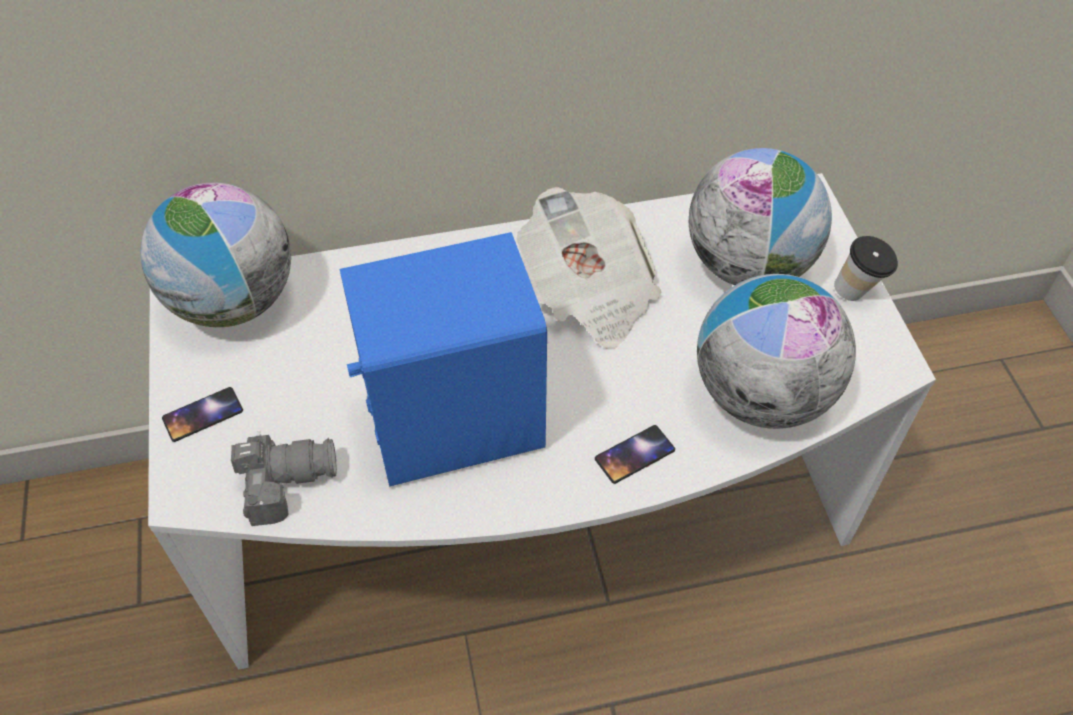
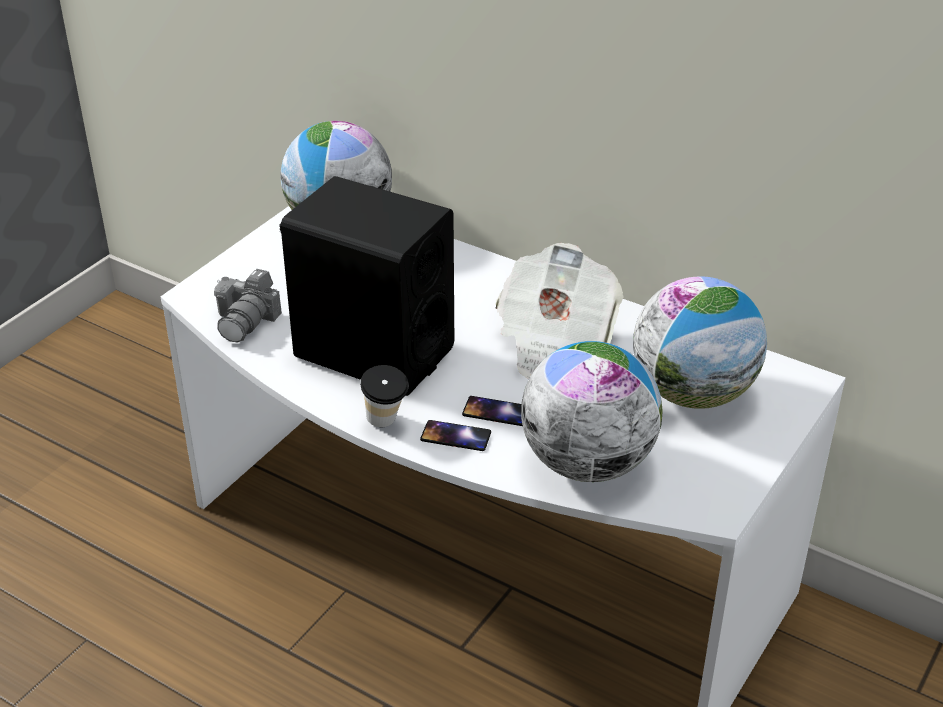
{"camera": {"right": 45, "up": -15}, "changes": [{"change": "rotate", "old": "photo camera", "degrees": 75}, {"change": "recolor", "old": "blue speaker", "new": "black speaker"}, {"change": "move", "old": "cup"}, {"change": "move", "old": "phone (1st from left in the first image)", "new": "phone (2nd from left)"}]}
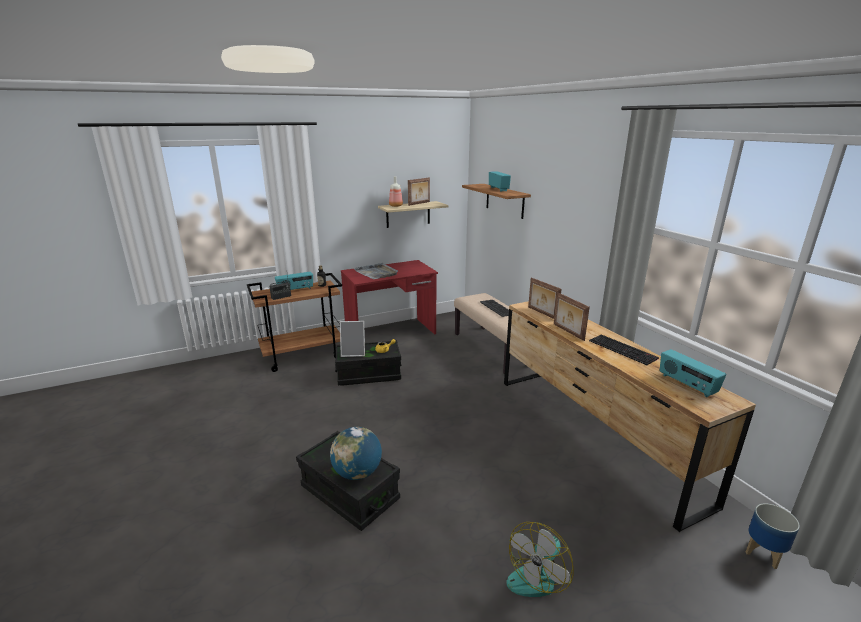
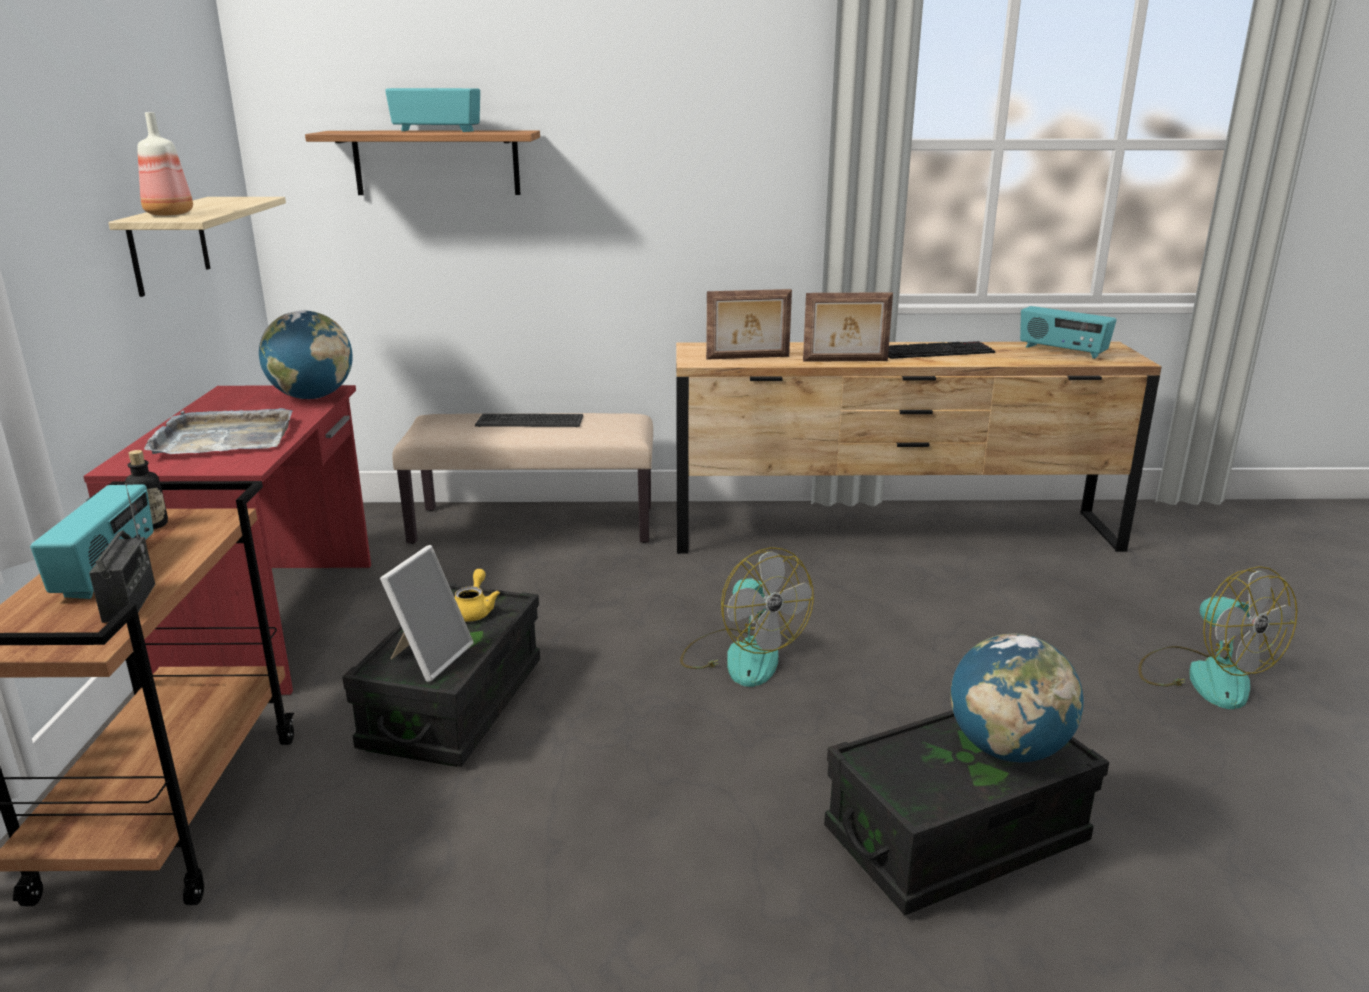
{"camera": {"right": -65, "up": 0}, "changes": [{"change": "insert", "new": "globe (1st from left)"}, {"change": "insert", "new": "fan (1st from left)"}, {"change": "rotate", "old": "radio (4th from left)", "degrees": 45}, {"change": "delete", "old": "picture frame (2nd from left)"}, {"change": "delete", "old": "planter"}]}
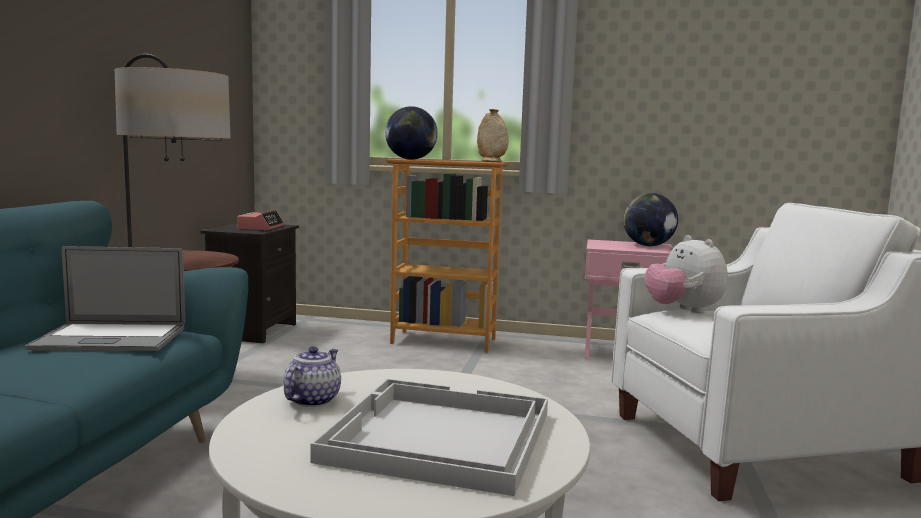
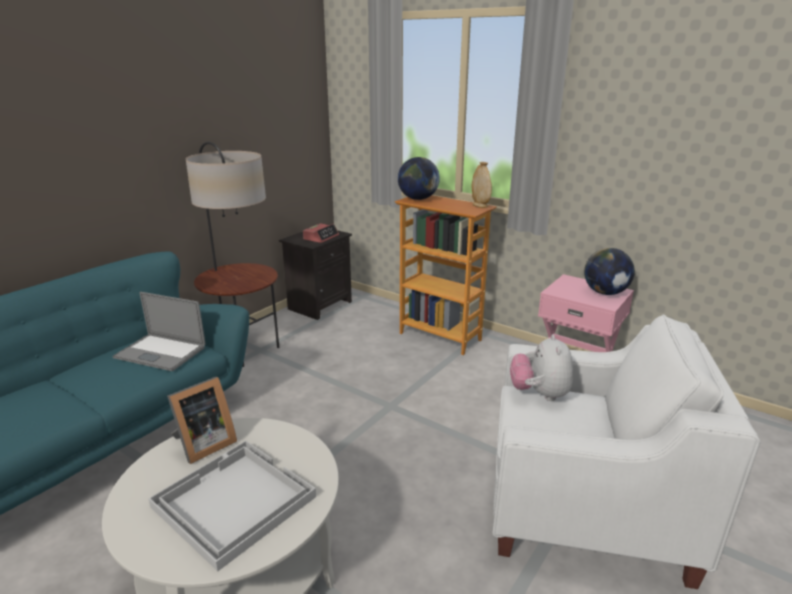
{"camera": {"right": 25, "up": 15}, "changes": [{"change": "replace", "old": "teapot", "new": "picture frame"}]}
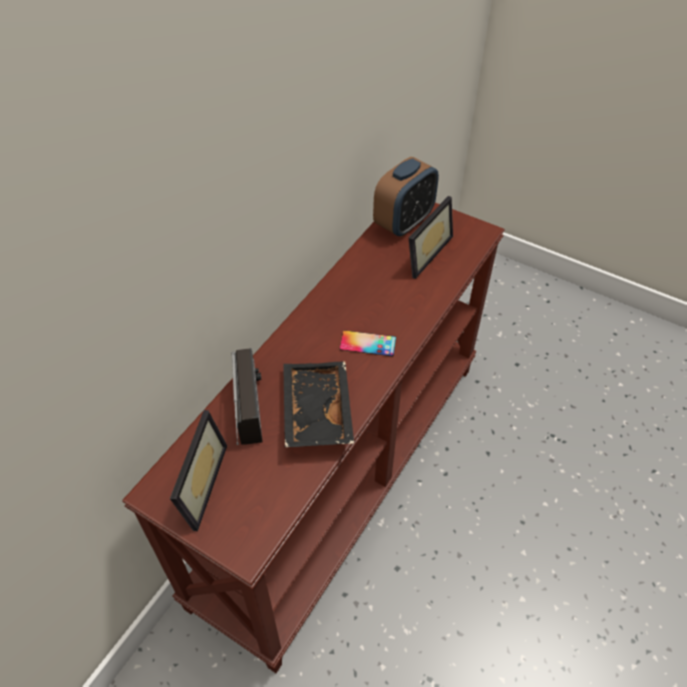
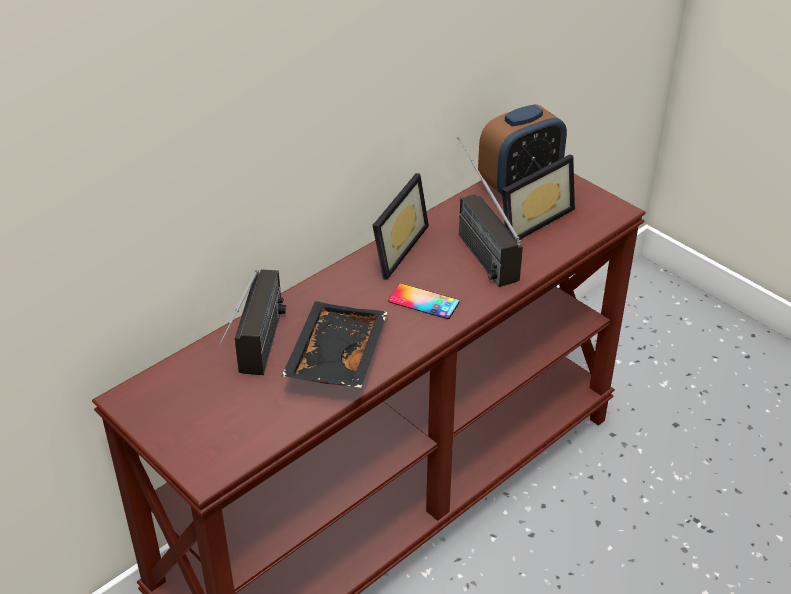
{"camera": {"right": 15, "up": -10}, "changes": [{"change": "move", "old": "picture frame (1st from left)"}, {"change": "insert", "new": "radio (2nd from left)"}]}
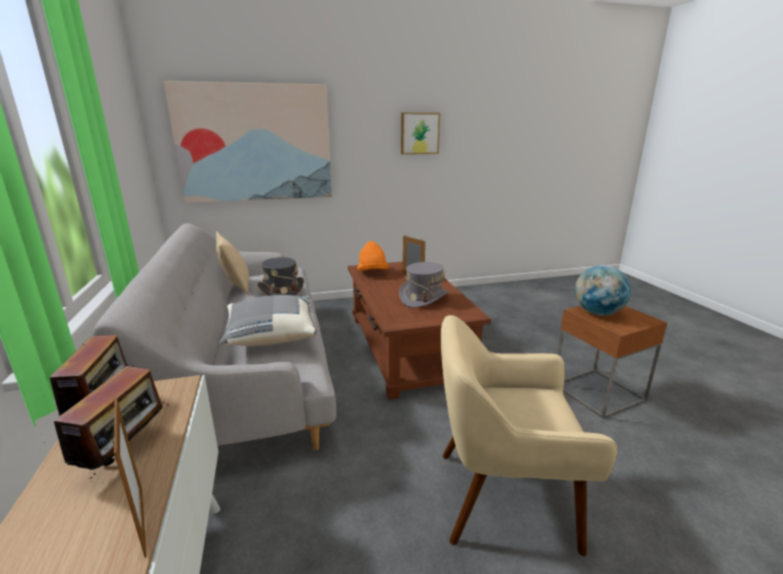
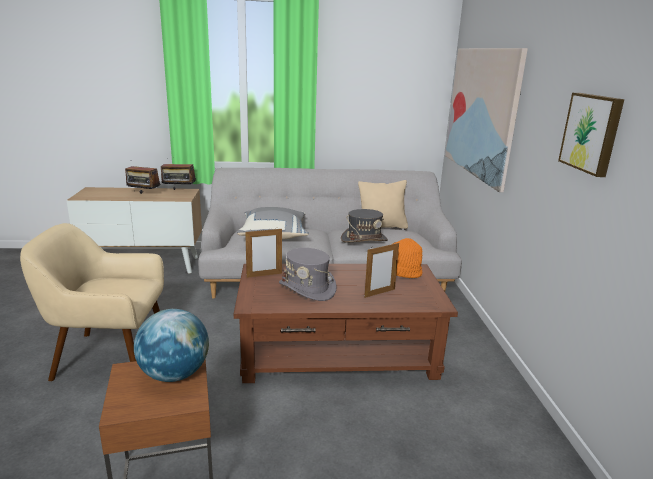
{"camera": {"right": 100, "up": 0}, "changes": [{"change": "rotate", "old": "beige armchair", "degrees": -105}, {"change": "move", "old": "picture frame (1st from left)"}]}
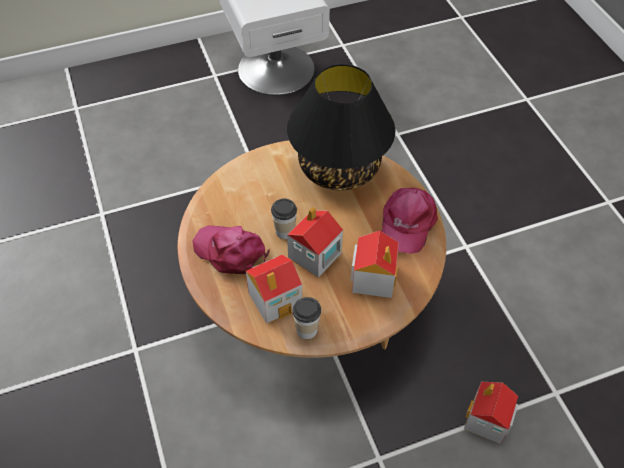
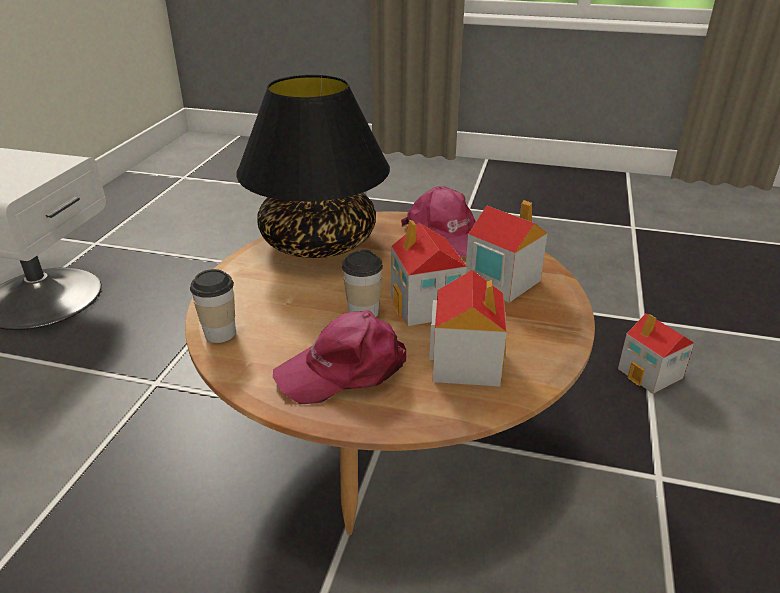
{"camera": {"right": -55, "up": -20}, "changes": [{"change": "move", "old": "cup (2nd from left in the first image)", "new": "cup (1st from left)"}]}
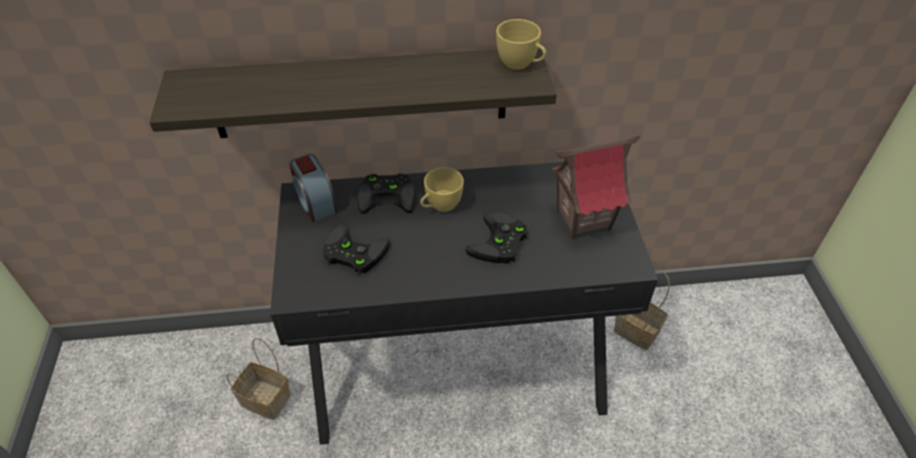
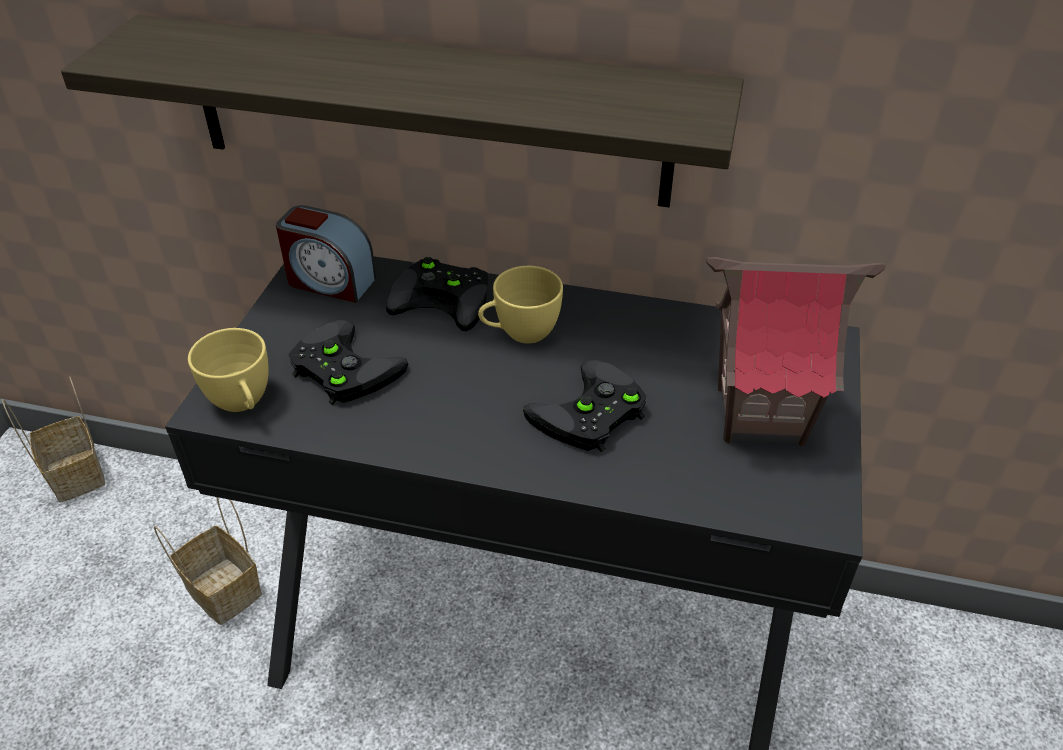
{"camera": {"right": 20, "up": -5}, "changes": [{"change": "move", "old": "basket (2nd from left in the first image)", "new": "basket (1st from left)"}, {"change": "move", "old": "yellow cup (2nd from left in the first image)", "new": "yellow cup (1st from left)"}, {"change": "rotate", "old": "alarm clock", "degrees": -60}]}
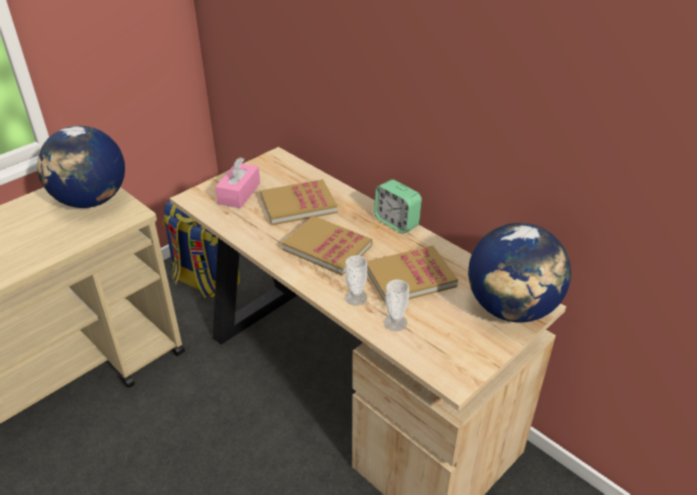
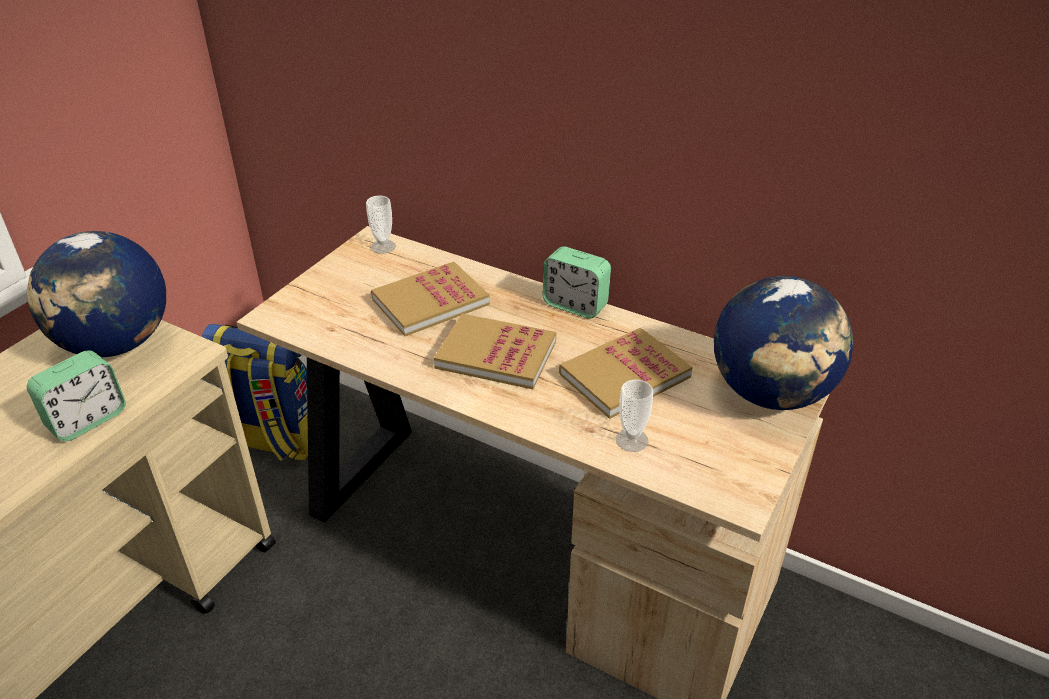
{"camera": {"right": -15, "up": 0}, "changes": [{"change": "insert", "new": "alarm clock (1st from left)"}, {"change": "move", "old": "cup (1st from left)"}, {"change": "delete", "old": "pink tissue box"}]}
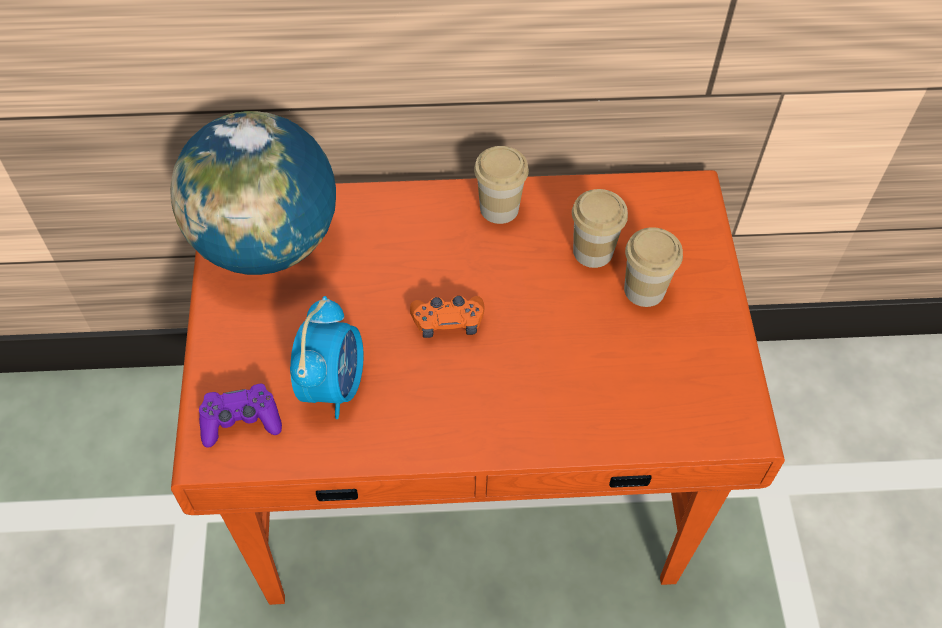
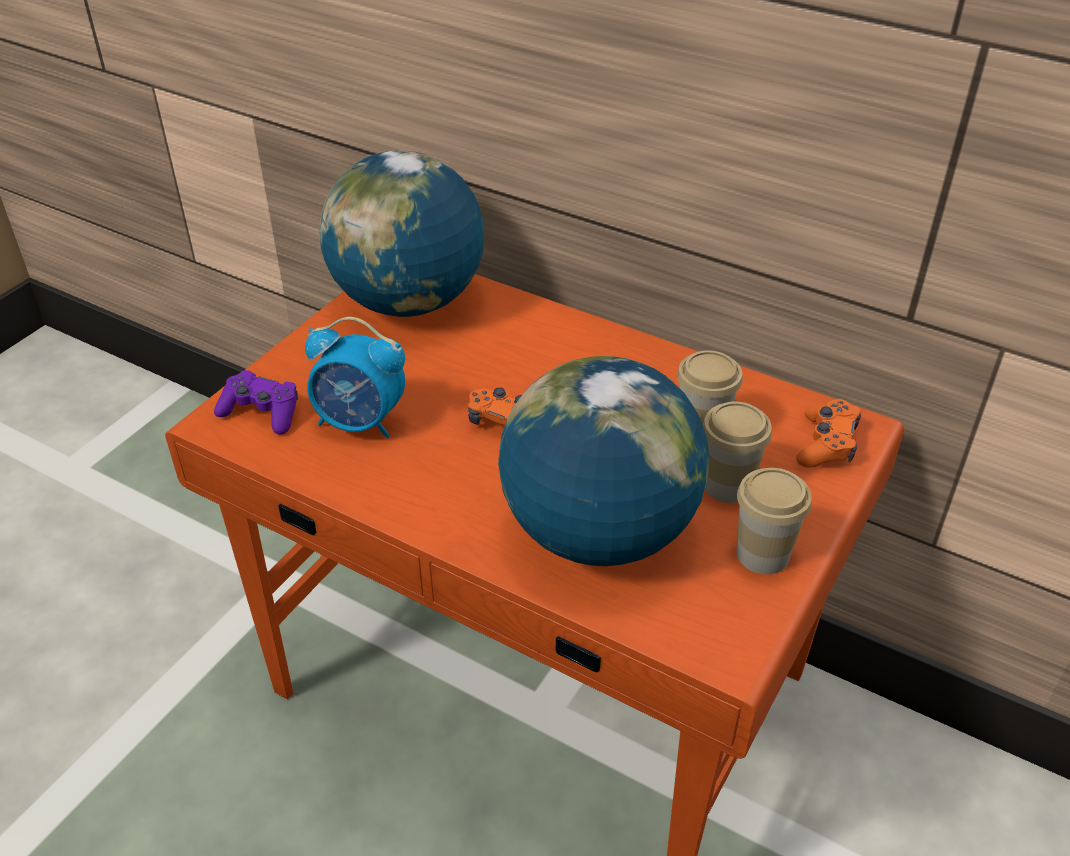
{"camera": {"right": 35, "up": -15}, "changes": [{"change": "rotate", "old": "alarm clock", "degrees": 60}, {"change": "insert", "new": "globe (2nd from left)"}, {"change": "move", "old": "cup (1st from left in the first image)", "new": "cup (3rd from left)"}, {"change": "insert", "new": "orange game controller (2nd from left)"}]}
